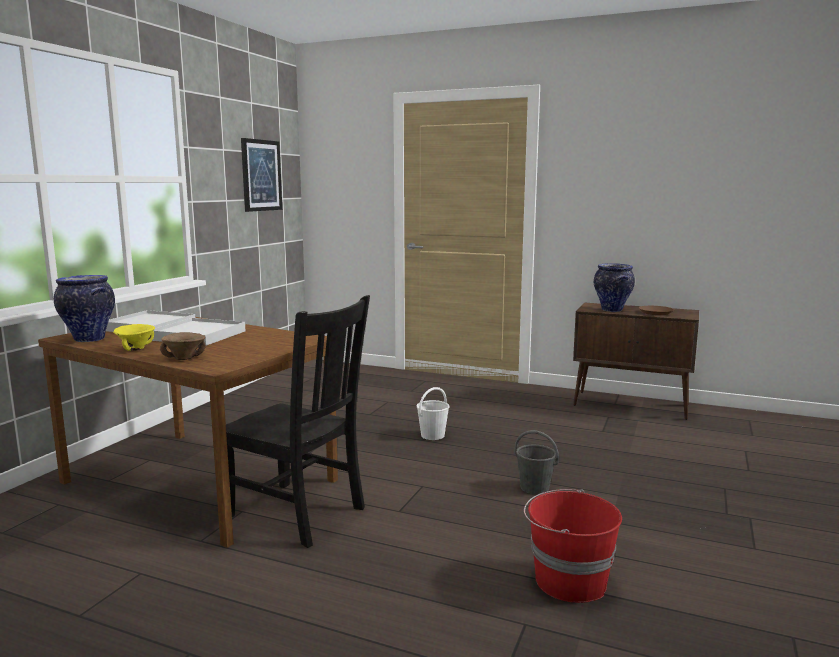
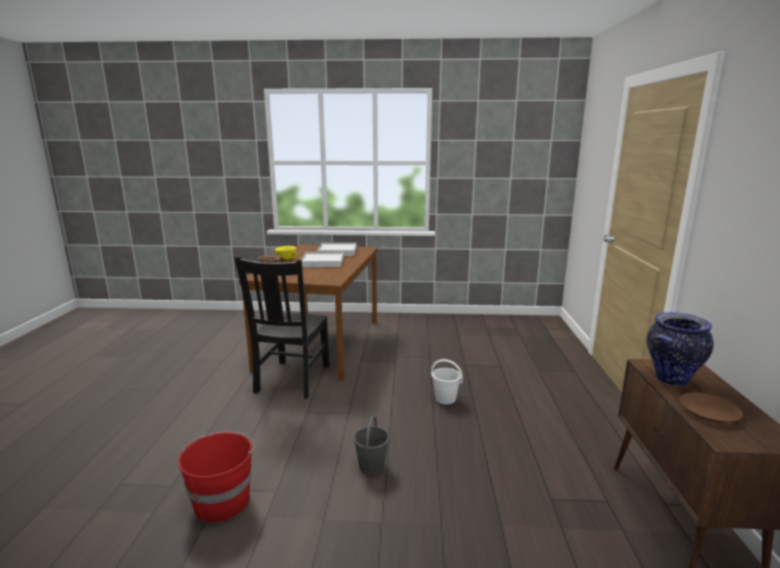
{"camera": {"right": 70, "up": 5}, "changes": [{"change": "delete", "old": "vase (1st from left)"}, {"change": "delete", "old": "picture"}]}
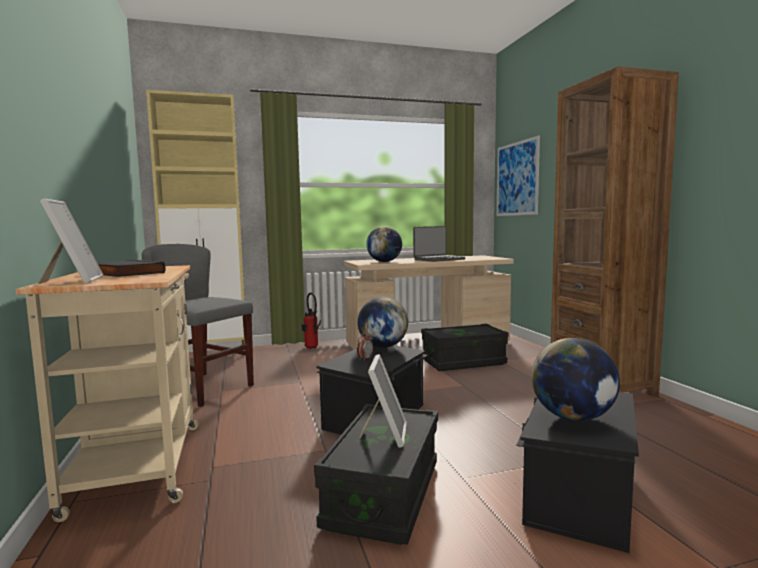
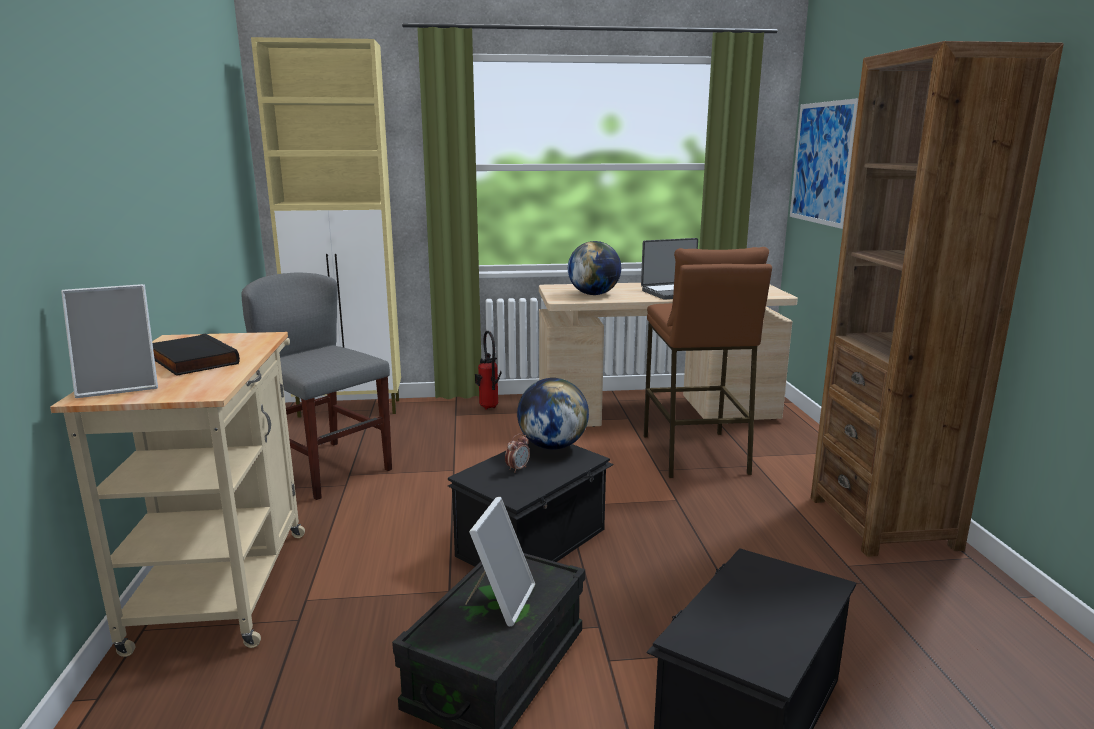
{"camera": {"right": 10, "up": 10}, "changes": [{"change": "rotate", "old": "picture frame (1st from left)", "degrees": 75}, {"change": "replace", "old": "black storage box (3rd from left)", "new": "brown stool"}, {"change": "delete", "old": "globe (3rd from left)"}]}
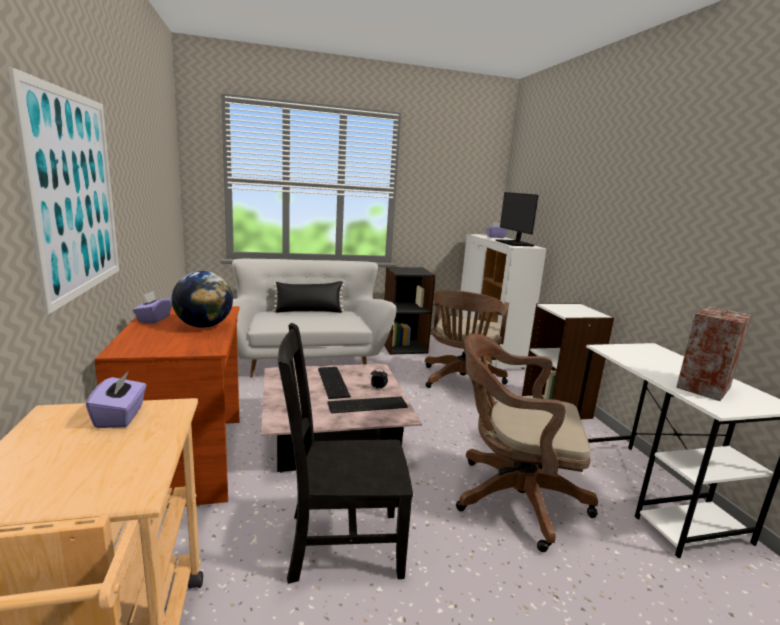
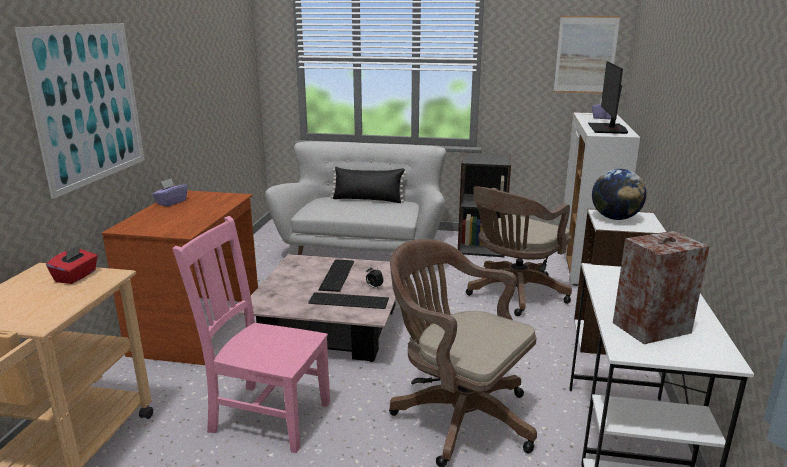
{"camera": {"right": 25, "up": 5}, "changes": [{"change": "recolor", "old": "purple tissue box (1st from left)", "new": "red tissue box"}, {"change": "recolor", "old": "black chair", "new": "pink chair"}, {"change": "insert", "new": "picture (2nd from left)"}, {"change": "move", "old": "globe"}]}
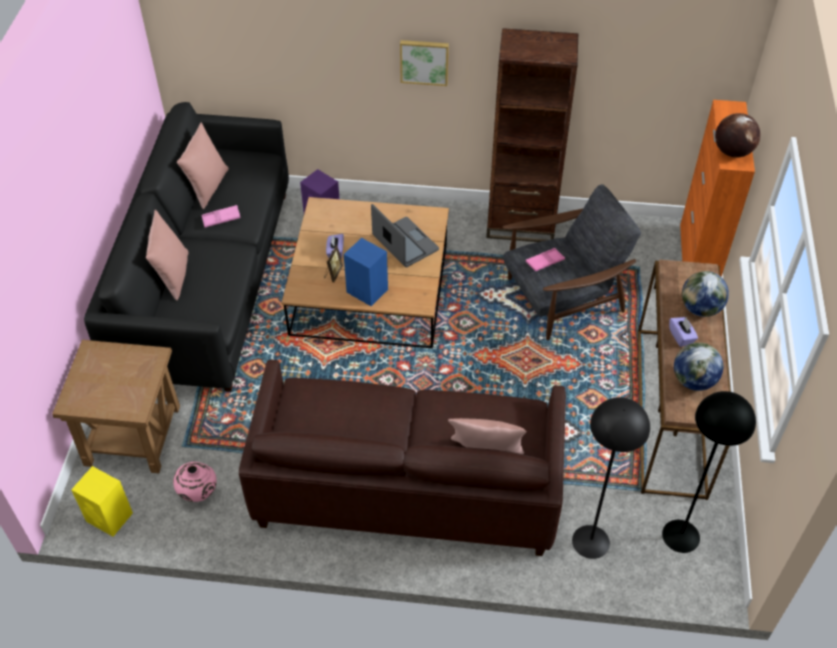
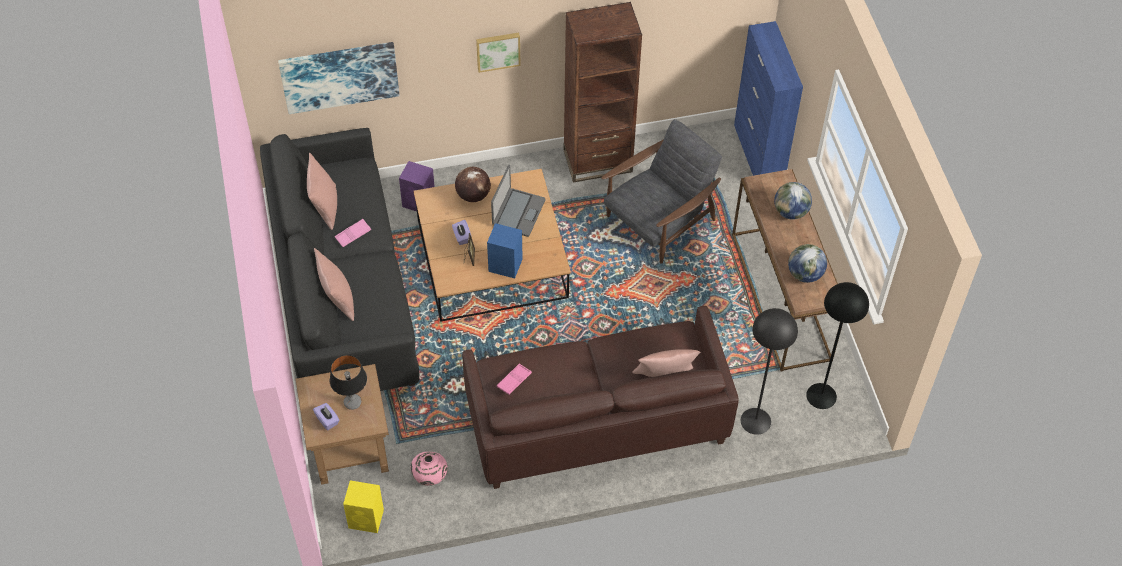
{"camera": {"right": -20, "up": 5}, "changes": [{"change": "insert", "new": "picture (1st from left)"}, {"change": "move", "old": "purple tissue box (2nd from left in the first image)", "new": "purple tissue box (1st from left)"}, {"change": "insert", "new": "table lamp"}, {"change": "move", "old": "globe (3rd from left in the first image)", "new": "globe (1st from left)"}, {"change": "rotate", "old": "laptop", "degrees": 75}, {"change": "move", "old": "pink tray (2nd from left)"}, {"change": "recolor", "old": "orange cabinet", "new": "blue cabinet"}]}
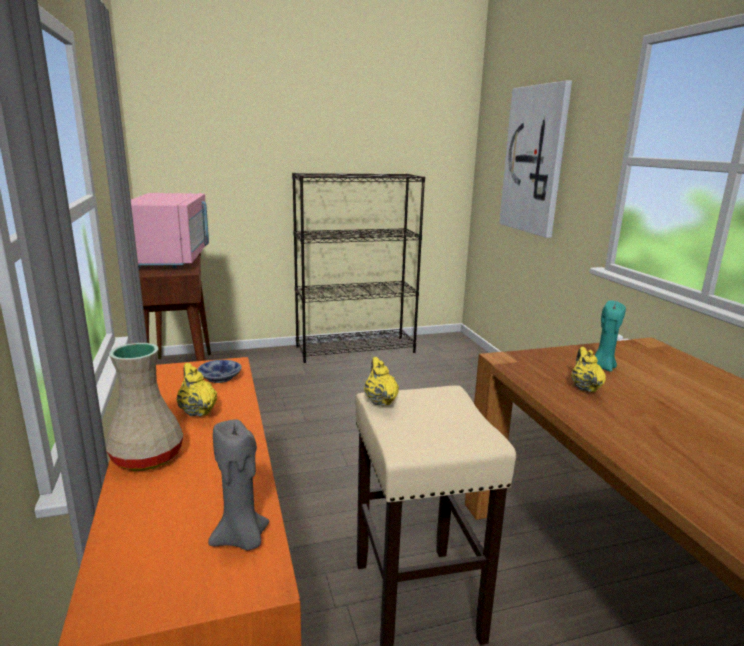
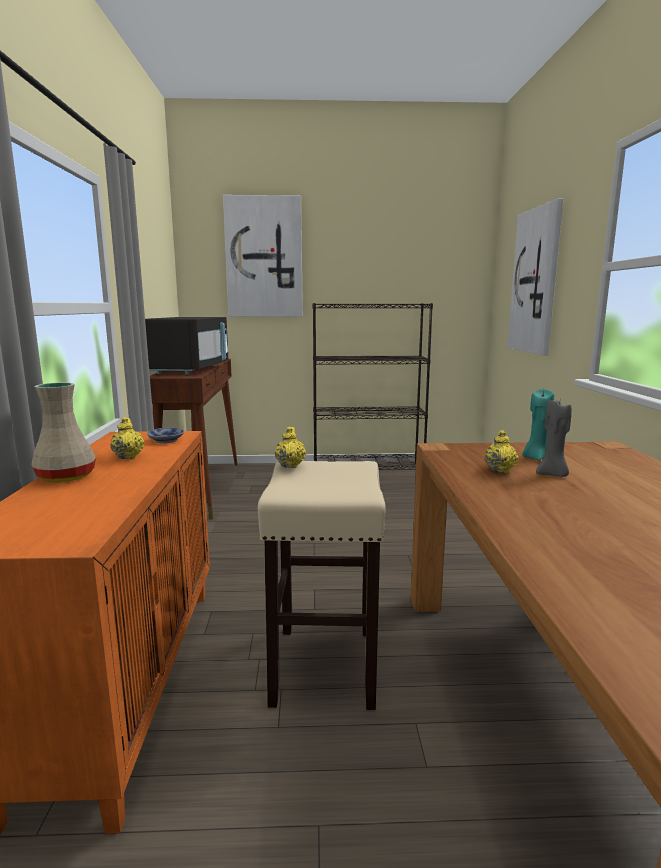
{"camera": {"right": 15, "up": -5}, "changes": [{"change": "recolor", "old": "pink microwave", "new": "black microwave"}, {"change": "insert", "new": "picture (1st from left)"}, {"change": "move", "old": "grey candle"}]}
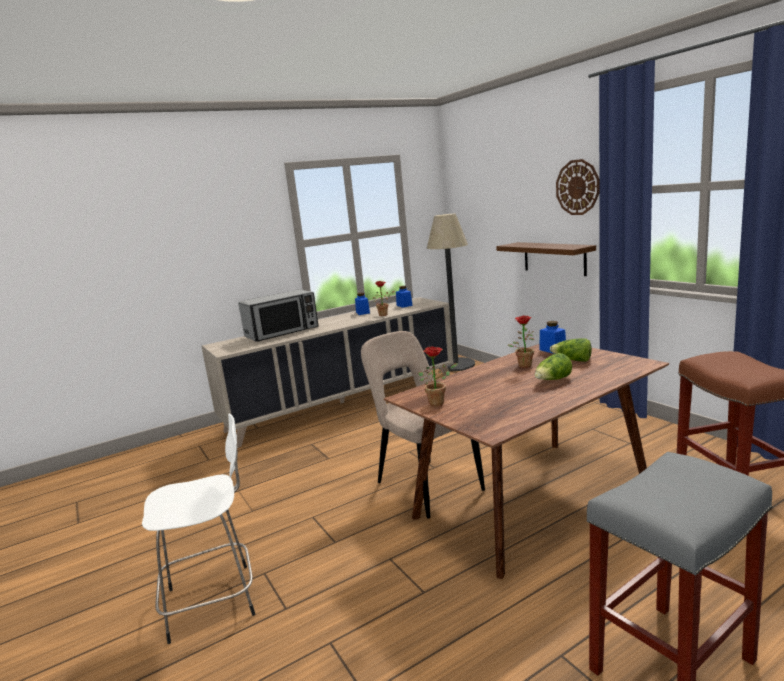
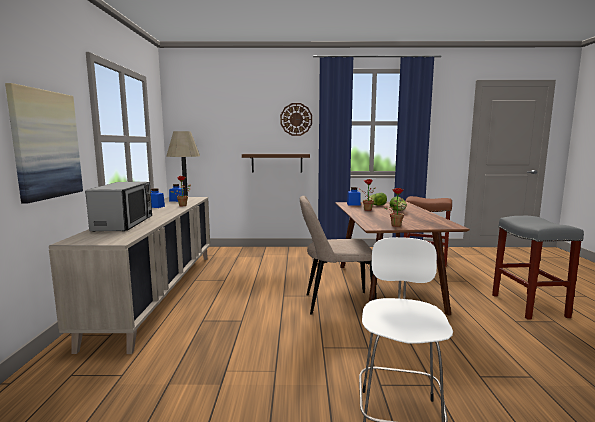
{"camera": {"right": -60, "up": -5}, "changes": [{"change": "insert", "new": "picture"}]}
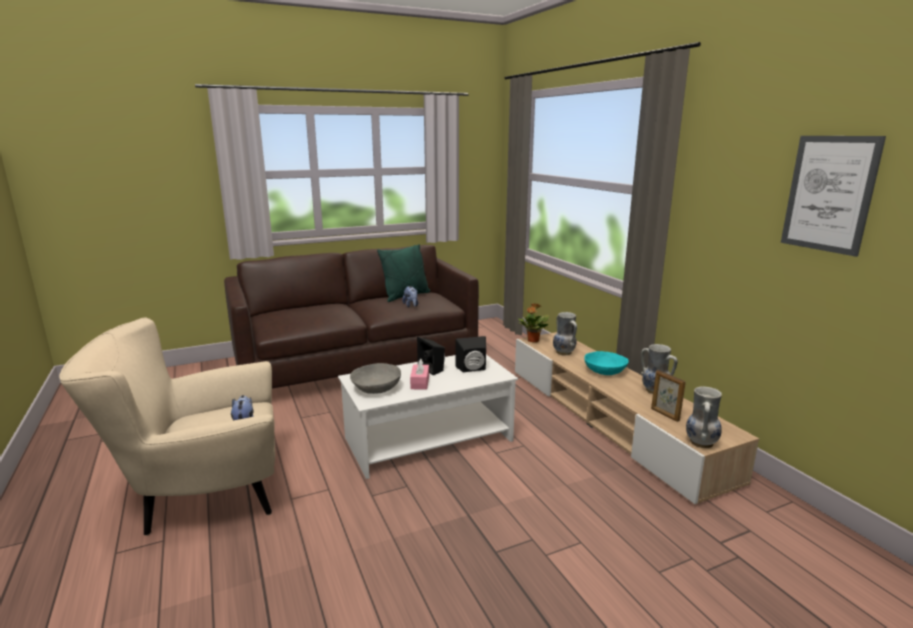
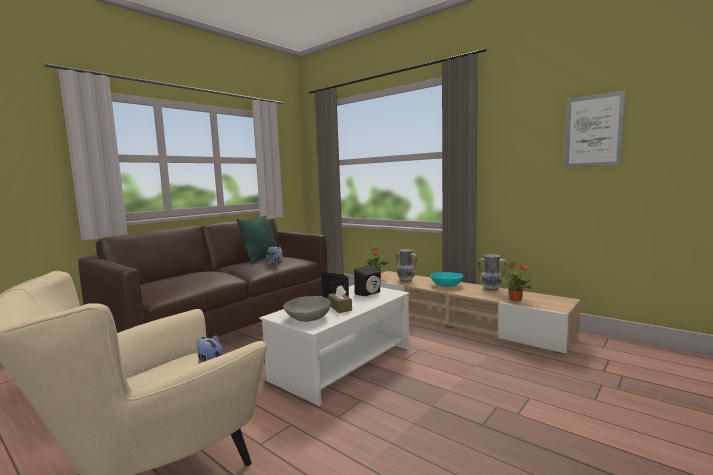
{"camera": {"right": -25, "up": -10}, "changes": [{"change": "recolor", "old": "pink tissue box", "new": "brown tissue box"}, {"change": "replace", "old": "picture frame", "new": "potted plant (2nd from left)"}, {"change": "delete", "old": "vase (3rd from left)"}]}
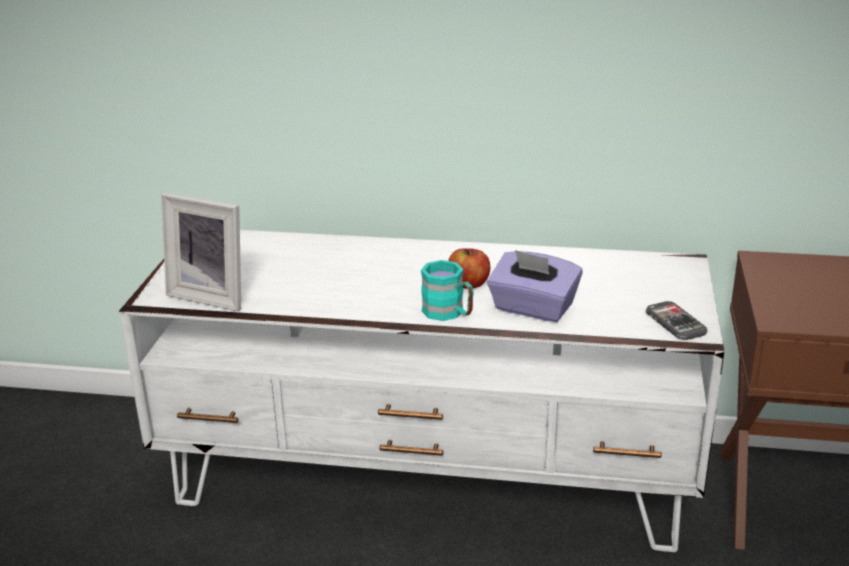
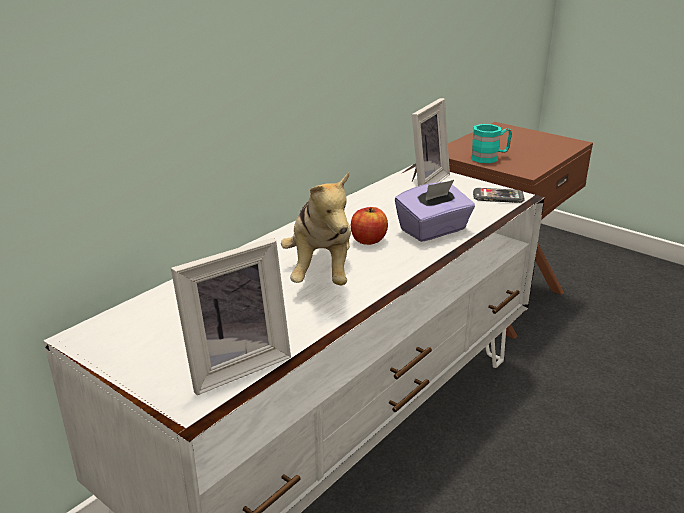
{"camera": {"right": -60, "up": 0}, "changes": [{"change": "insert", "new": "plush toy"}, {"change": "insert", "new": "picture frame (2nd from left)"}, {"change": "move", "old": "turquoise mug"}]}
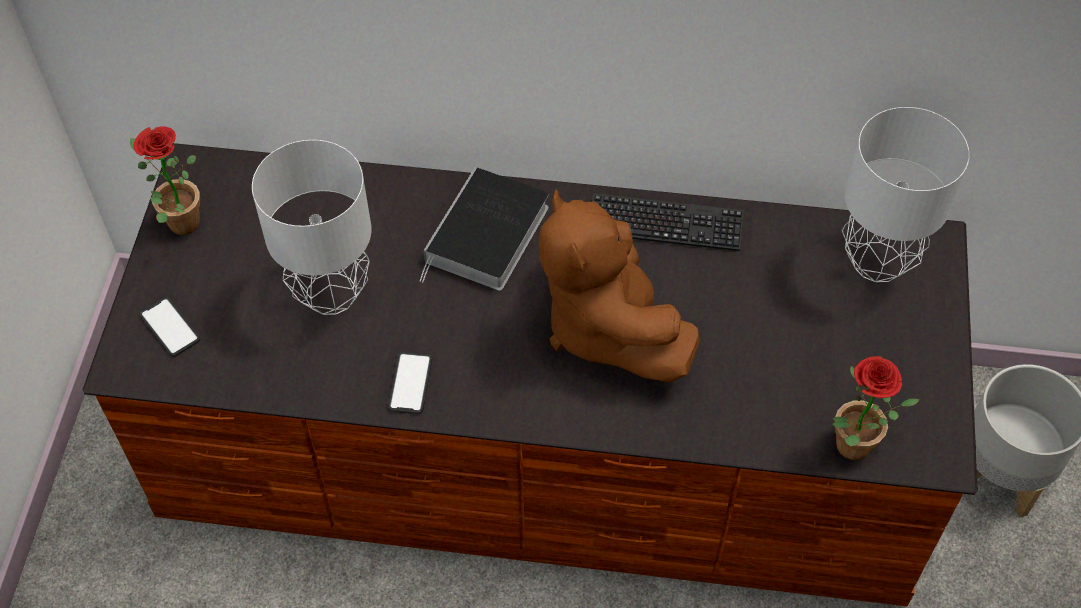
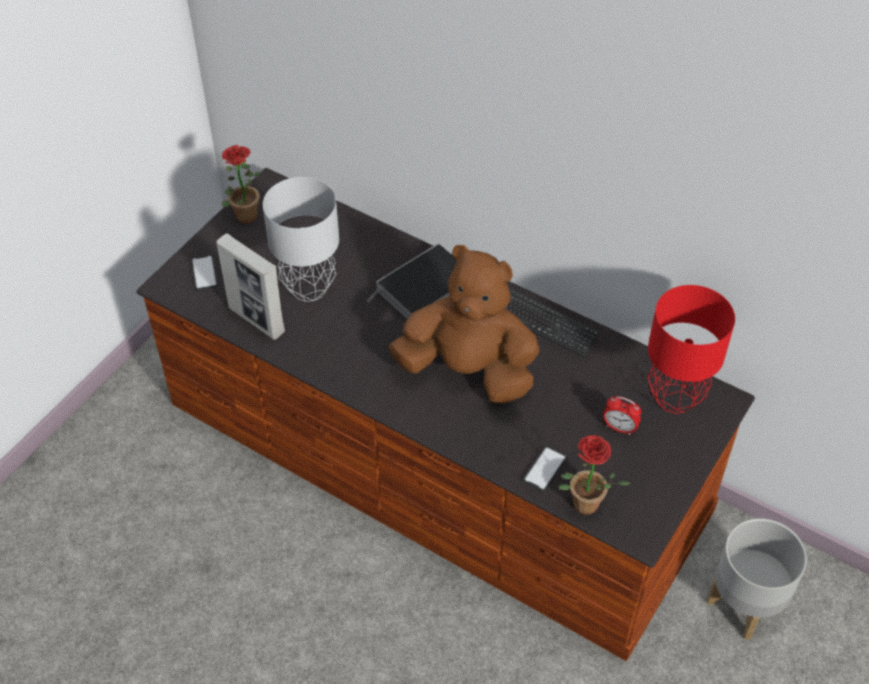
{"camera": {"right": 25, "up": -5}, "changes": [{"change": "insert", "new": "picture frame"}, {"change": "rotate", "old": "brown plush toy", "degrees": 105}, {"change": "move", "old": "phone (2nd from left)"}, {"change": "insert", "new": "alarm clock"}, {"change": "recolor", "old": "grey table lamp (2nd from left)", "new": "red table lamp"}]}
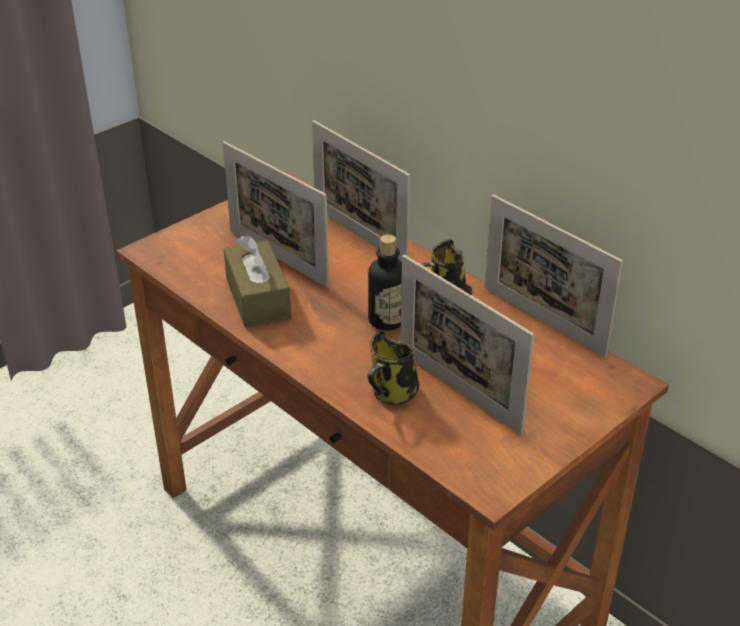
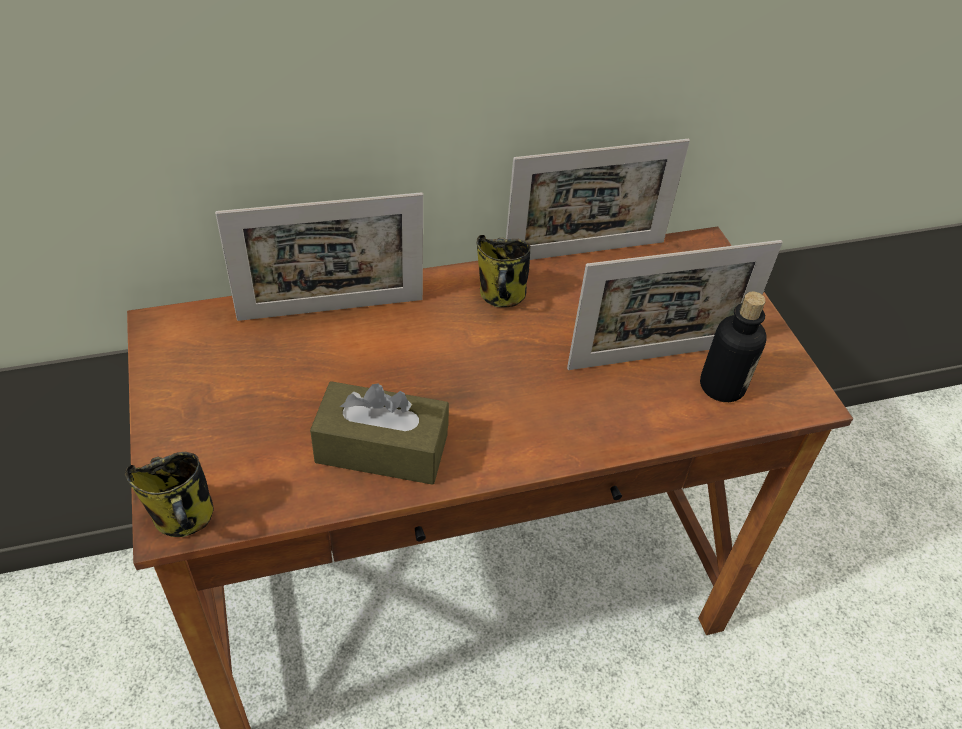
{"camera": {"right": -65, "up": 10}, "changes": [{"change": "move", "old": "mug (1st from left)"}, {"change": "move", "old": "bottle"}, {"change": "delete", "old": "picture frame (1st from left)"}]}
